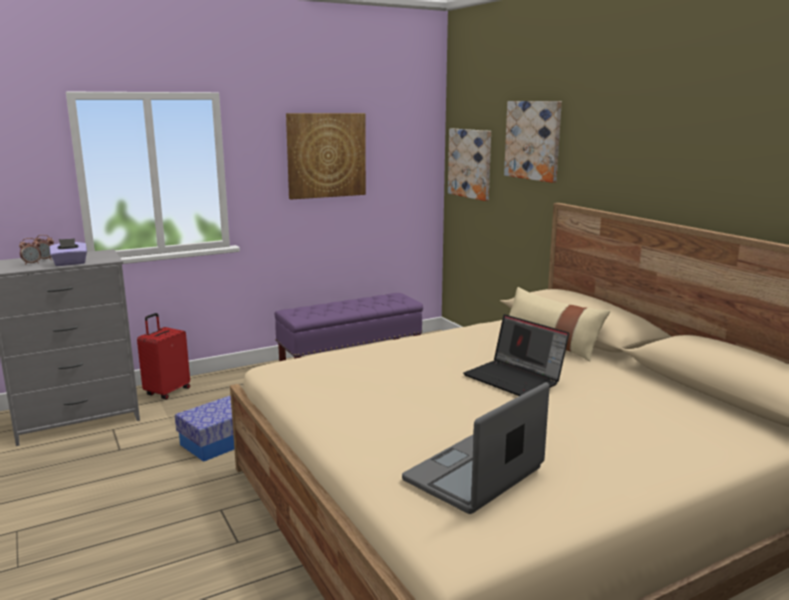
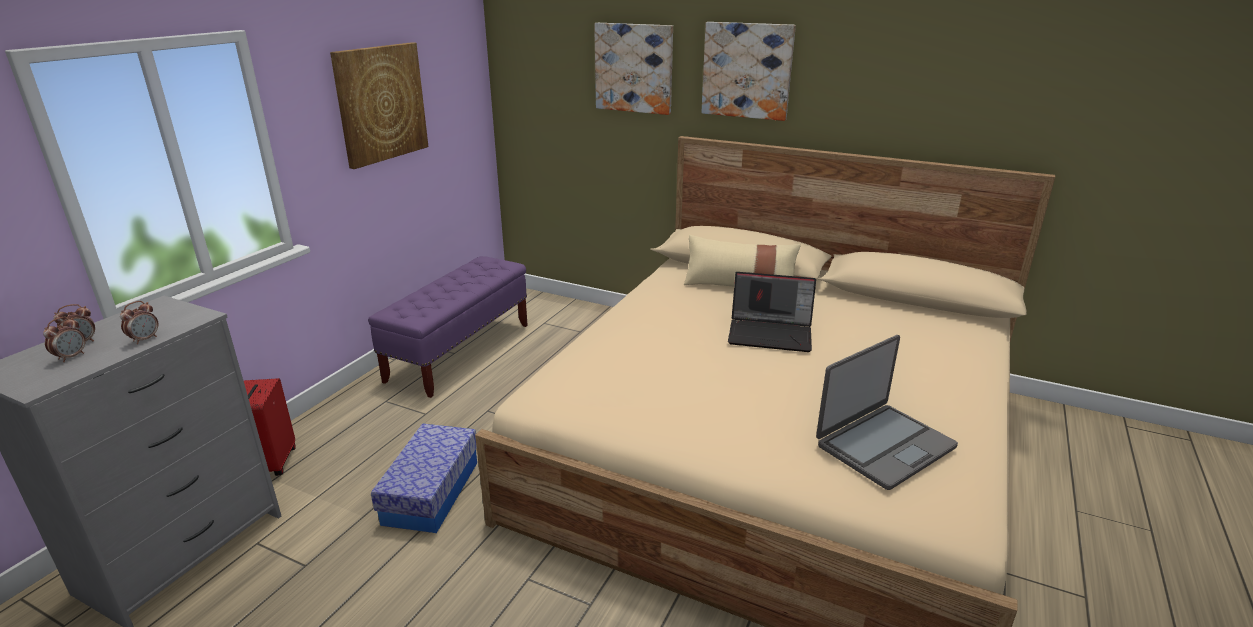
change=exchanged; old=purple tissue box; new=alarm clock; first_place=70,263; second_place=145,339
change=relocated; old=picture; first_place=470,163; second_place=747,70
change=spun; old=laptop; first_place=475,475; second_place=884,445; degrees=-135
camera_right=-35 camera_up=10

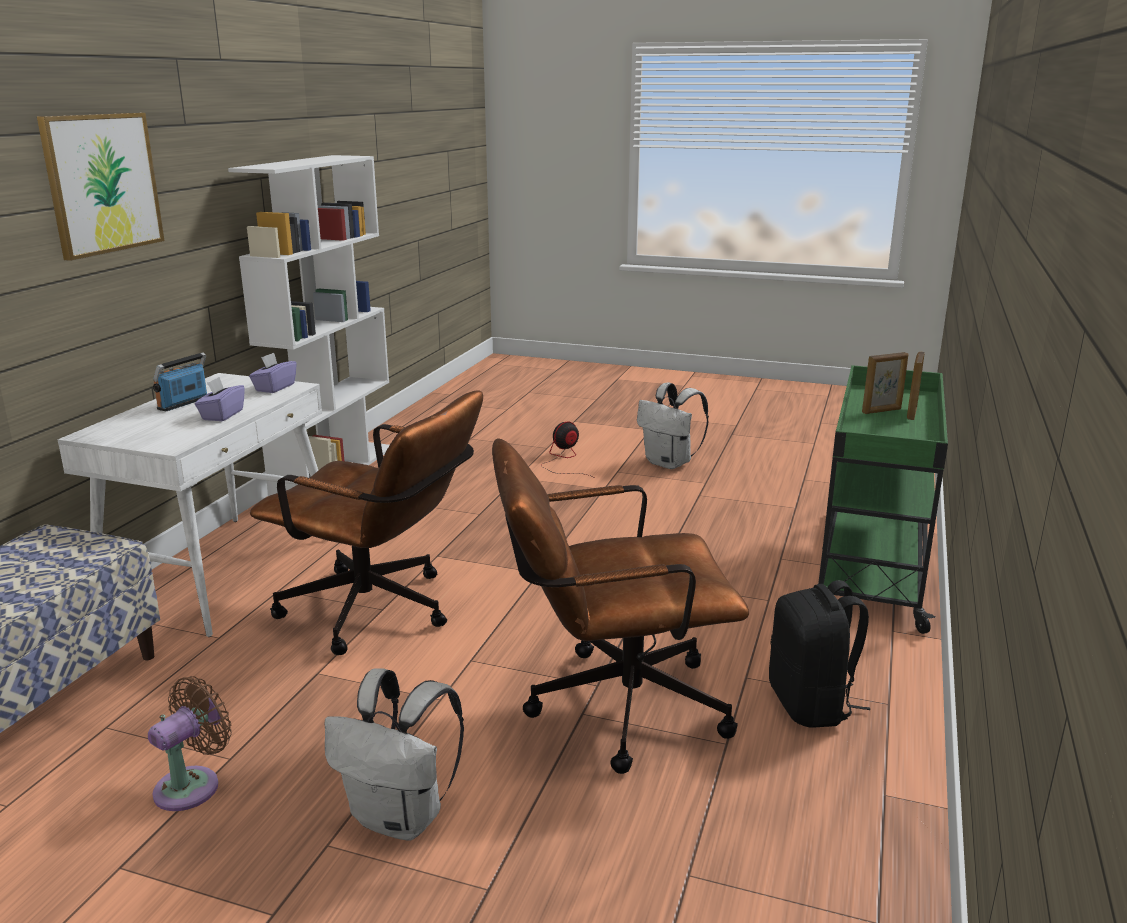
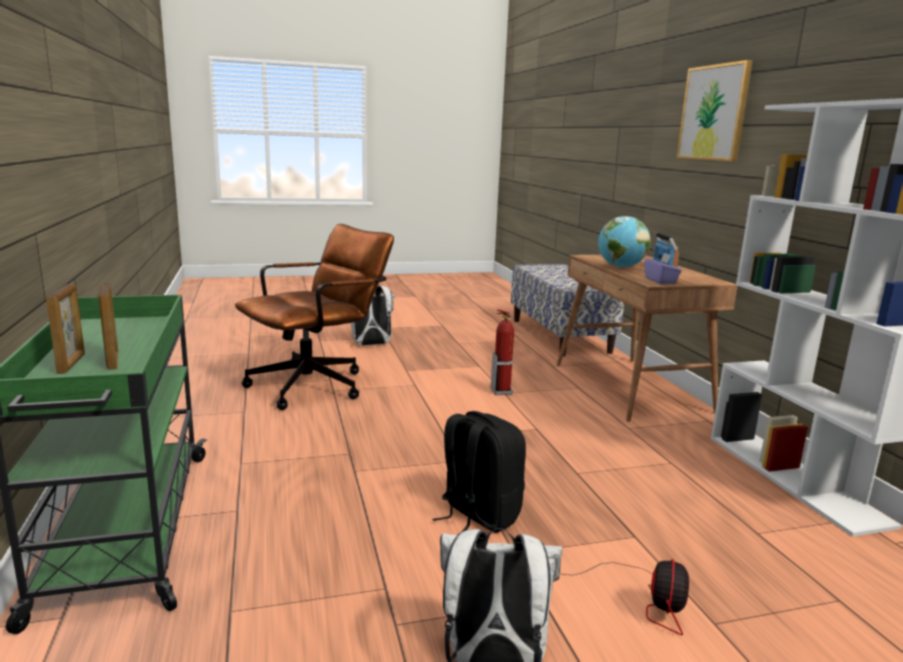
change=spun; old=picture frame; first_place=882,411; second_place=112,361; degrees=-60
change=relocated; old=black backpack; first_place=811,705; second_place=478,515
change=exchanged; old=brown office chair; new=fire extinguisher; first_place=380,613; second_place=501,391
change=colour; old=white desk; new=brown desk; first_place=224,571; second_place=631,388
change=exchanged; old=purple tissue box; new=globe; first_place=222,415; second_place=620,267
change=missing; old=brown fan; first_place=193,785
camera_right=145 camera_up=-5

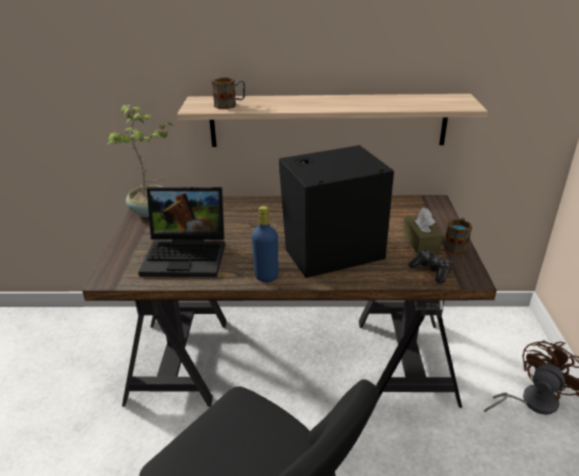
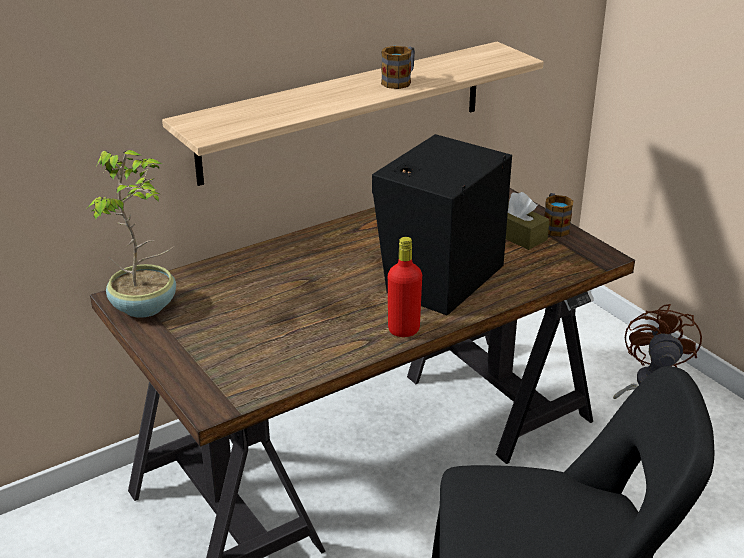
change=relocated; old=mug; first_place=230,105; second_place=400,81
change=colour; old=blue bottle; new=red bottle; first_place=266,277; second_place=403,330
change=missing; old=laptop; first_place=188,255
change=missing; old=game controller; first_place=431,271
camera_right=-35 camera_up=0

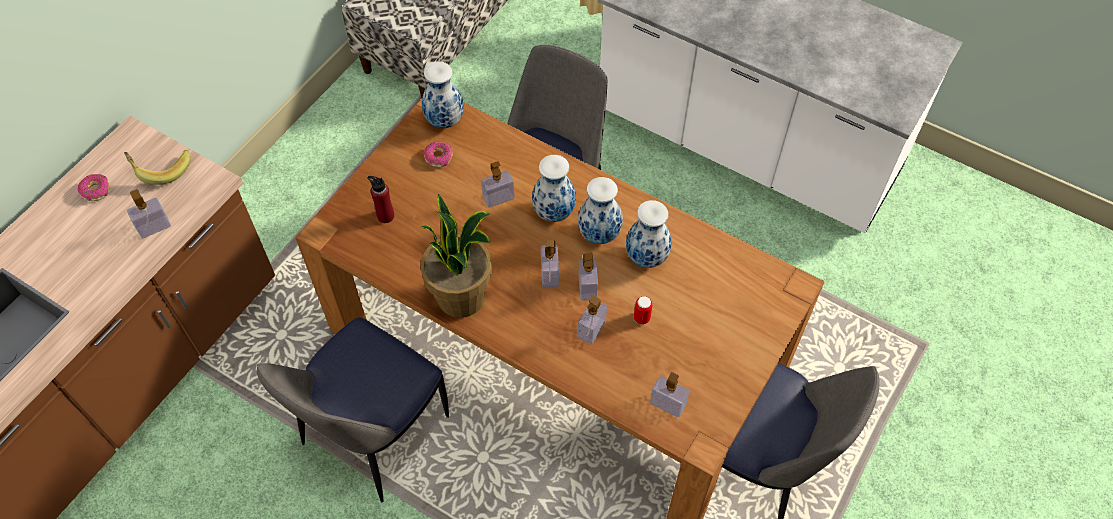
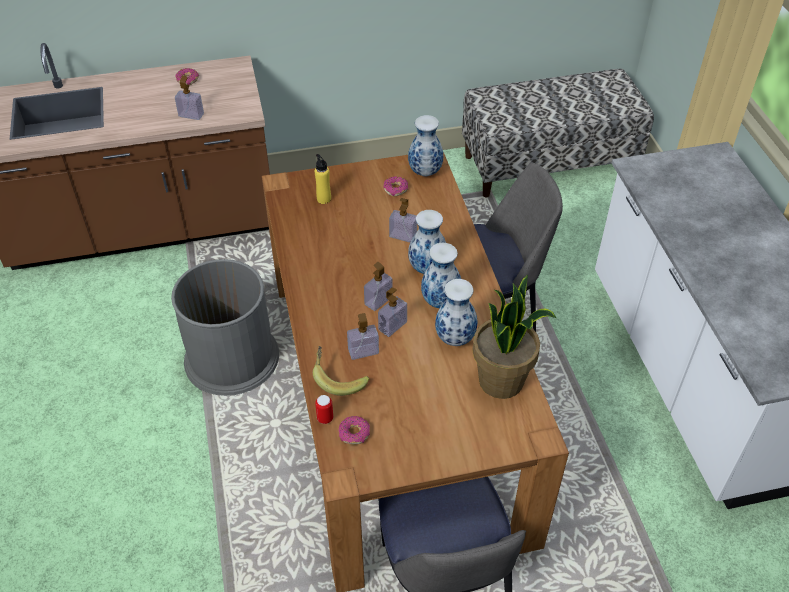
change=exchanged; old=chair; new=grey trash can; first_place=373,435; second_place=231,357
change=relocated; old=banana; first_place=161,169; second_place=339,378
change=colour; old=red bottle; new=yellow bottle; first_place=385,216; second_place=324,199
change=relocated; old=can; first_place=641,318; second_place=325,418
change=exchanged; old=soap dispenser; new=donut; first_place=667,404; second_place=354,434
change=relocated; old=potted plant; first_place=462,297; second_place=502,381
camera_right=45 camera_up=-10

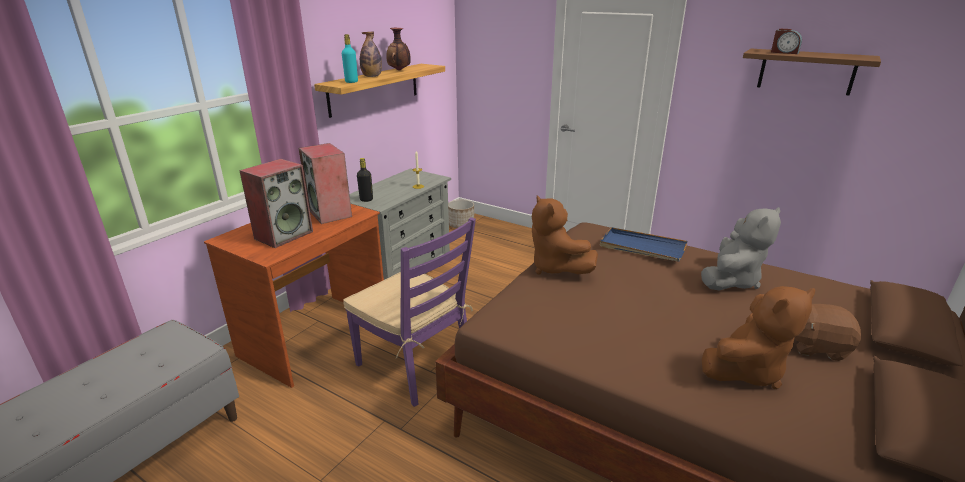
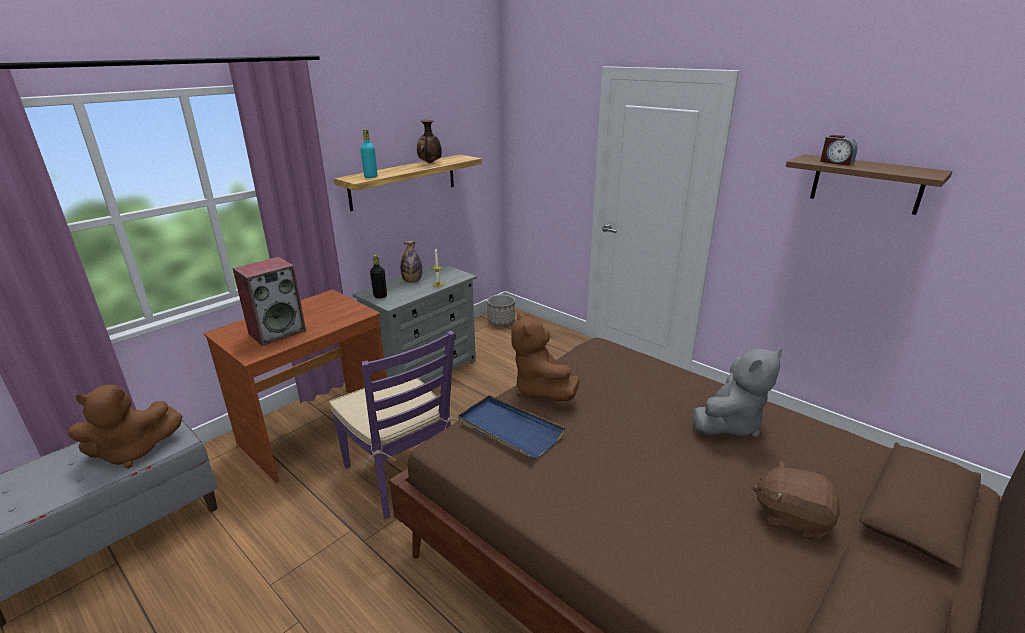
change=relocated; old=brown plush toy; first_place=746,370; second_place=133,452
change=relocated; old=bottle; first_place=372,76; second_place=412,281
change=relocated; old=blue tray; first_place=642,247; second_place=509,429
change=missing; old=speaker; first_place=330,213
camera_right=10 camera_up=0

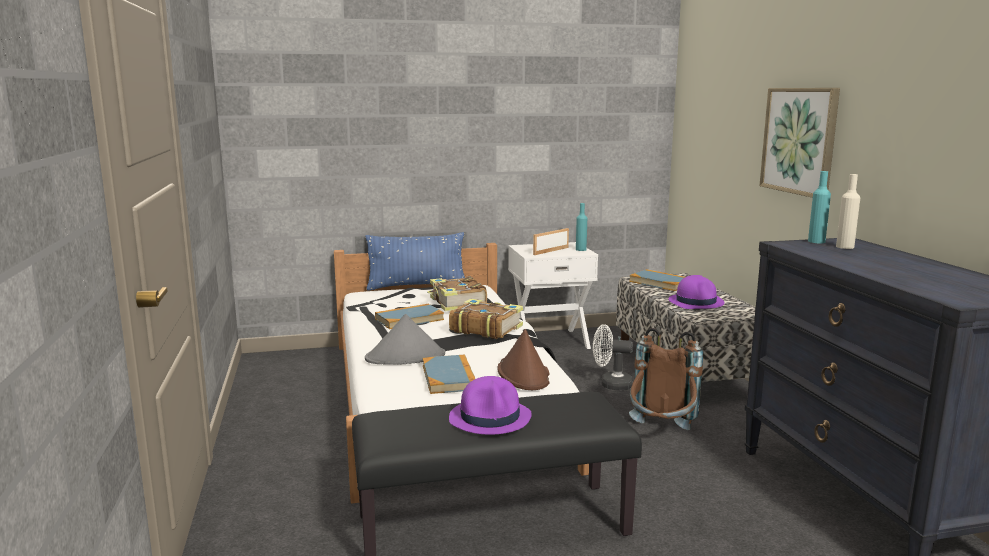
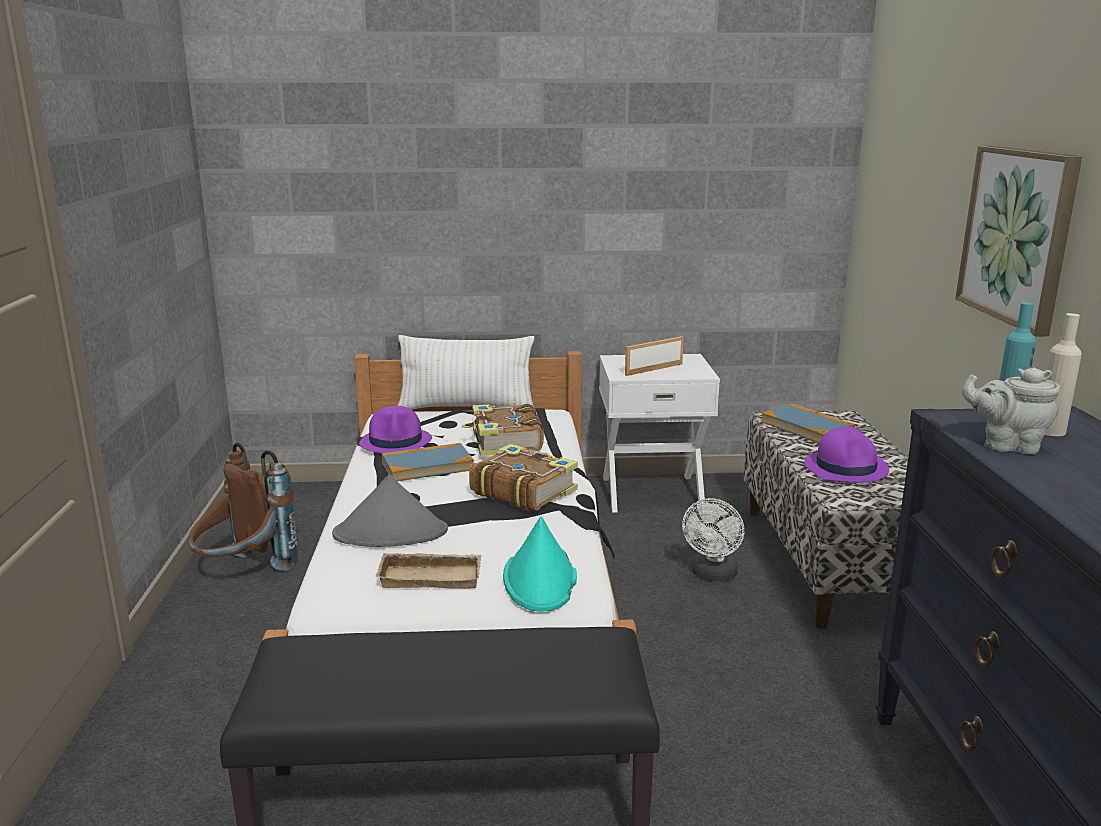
change=relocated; old=brown backpack; first_place=661,434; second_place=244,574
change=relocated; old=purple hat; first_place=490,418; second_place=396,442
change=exchanged; old=book; new=beige tray; first_place=449,377; second_place=432,576
change=colour; old=blue pillow; new=white pillow; first_place=417,286; second_place=467,409
change=colour; old=brown hat; new=turquoise hat; first_place=523,374; second_place=540,579
change=spun; old=white fan; first_place=611,384; second_place=713,575; degrees=-90
change=appeared; new=grey teapot; second_place=1006,445
change=missing; old=turquoise bottle; first_place=581,249
camera_right=10 camera_up=5

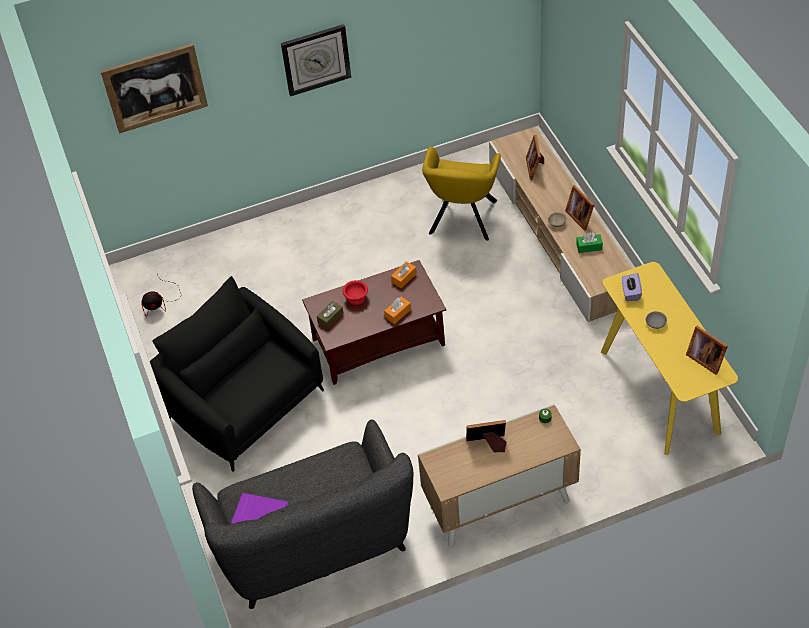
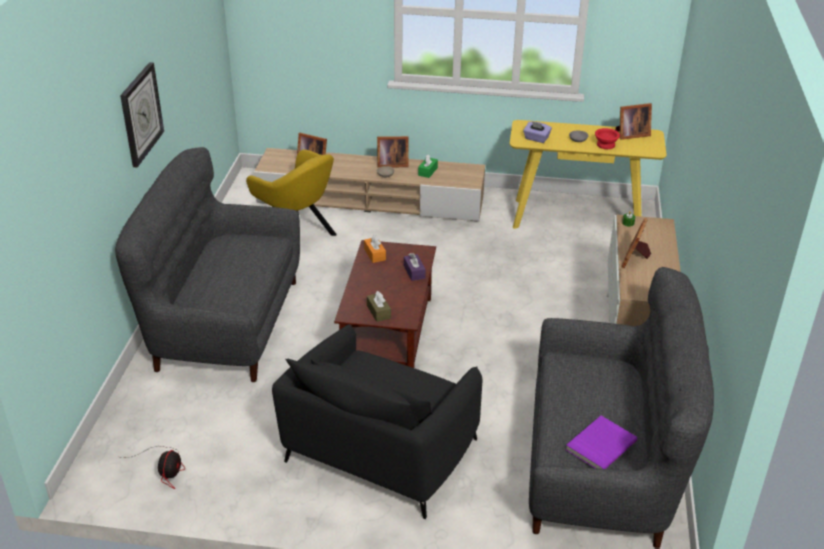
change=appeared; new=grey sofa; second_place=223,323
change=spun; old=black armchair; first_place=245,403; second_place=379,452; degrees=-45
change=colour; old=orange tissue box; new=purple tissue box; first_place=398,313; second_place=414,272
change=relocated; old=red bowl; first_place=355,297; second_place=605,145
change=missing; old=picture; first_place=155,88
camera_right=-65 camera_up=-15

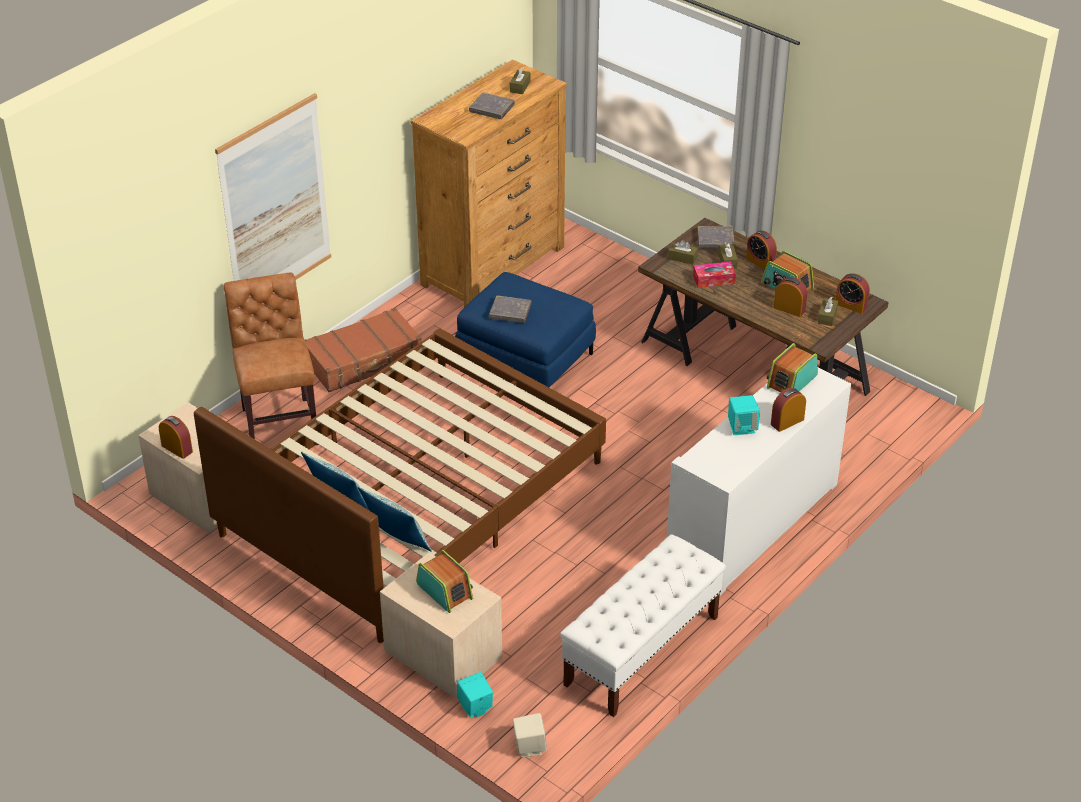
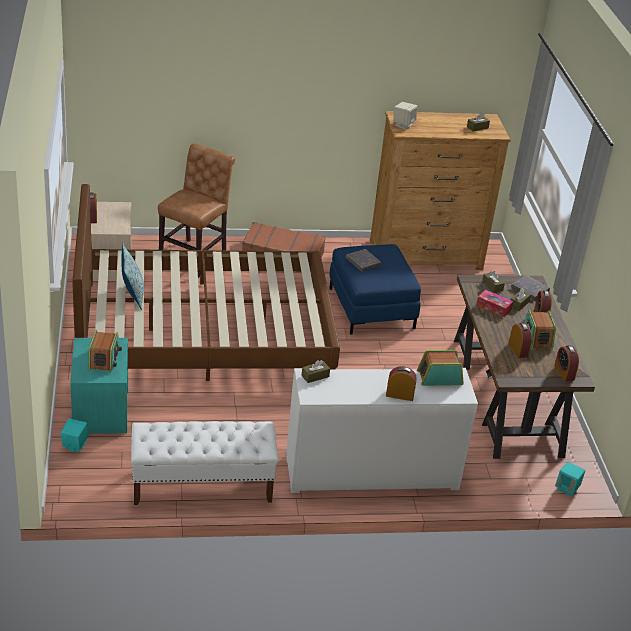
change=colour; old=beige nightstand; new=turquoise nightstand; first_place=442,653; second_place=101,409
change=relocated; old=brown tissue box; first_place=827,316; second_place=315,376
change=relocated; old=beige speaker; first_place=529,747; second_place=403,125
change=relocated; old=turquoise speaker; first_place=742,427; second_place=567,488
change=missing; old=picture; first_place=275,205
change=missing; old=pillow; first_place=396,542
change=missing; old=grey book; first_place=491,109
camera_right=40 camera_up=-5

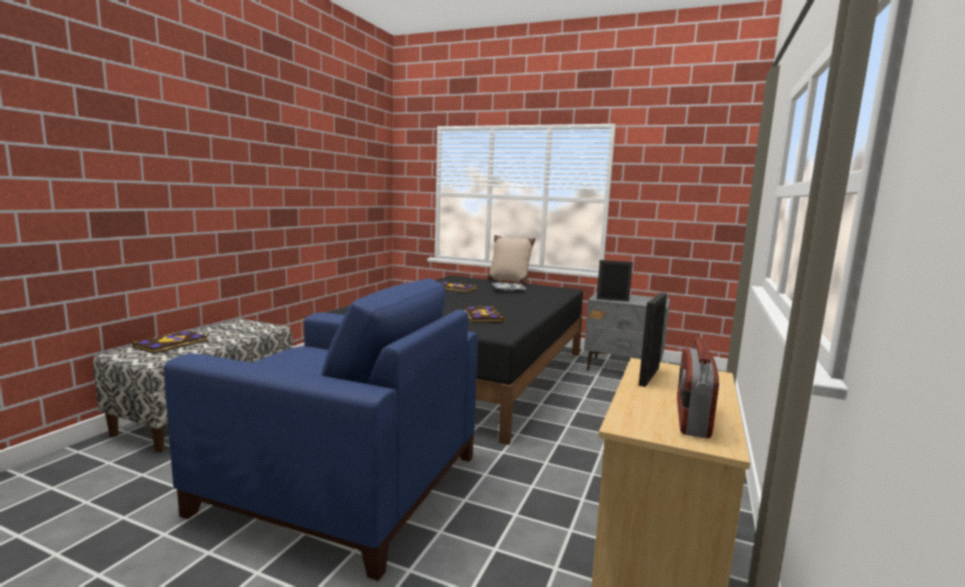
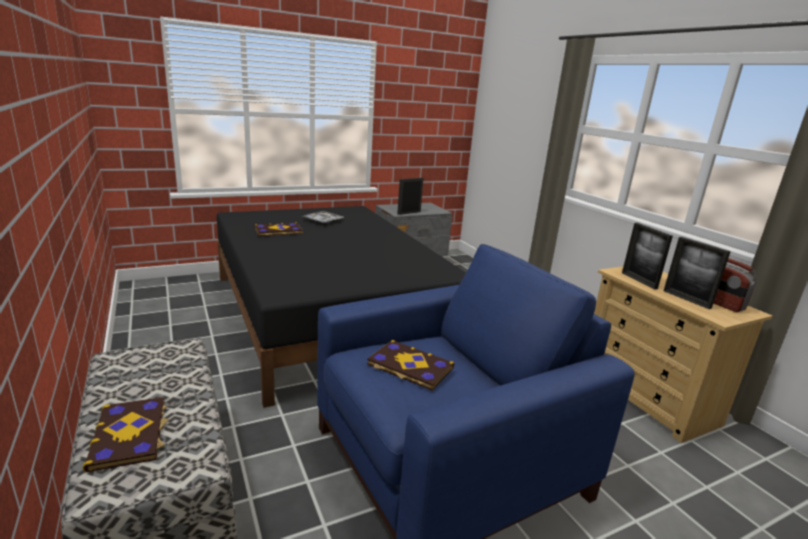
change=relocated; old=book; first_place=482,316; second_place=409,367
change=appeared; new=picture frame; second_place=686,299
change=missing; old=beige pillow; first_place=508,281
camera_right=-50 camera_up=10

